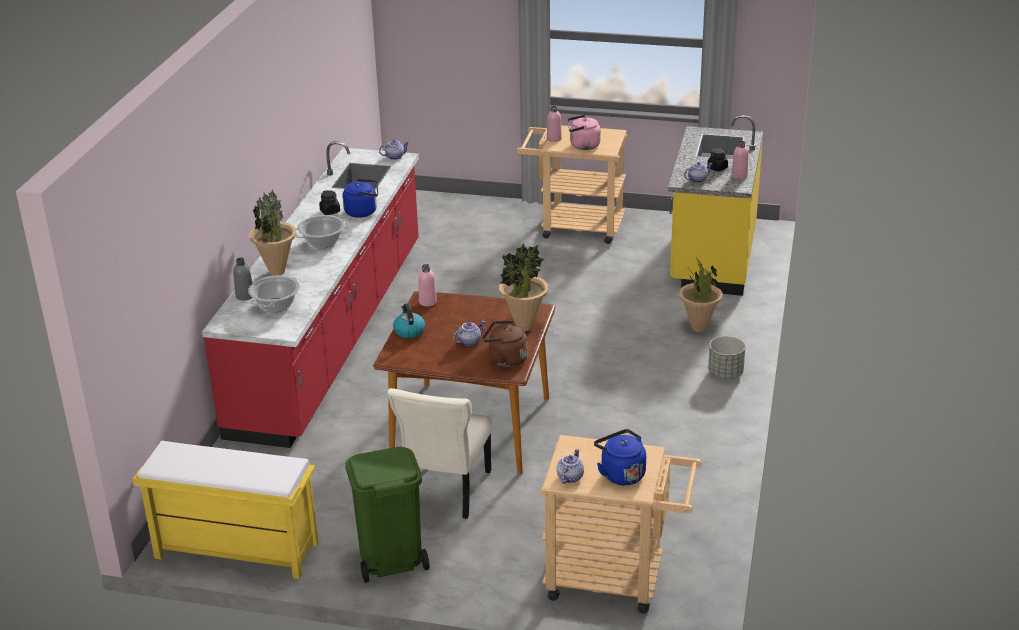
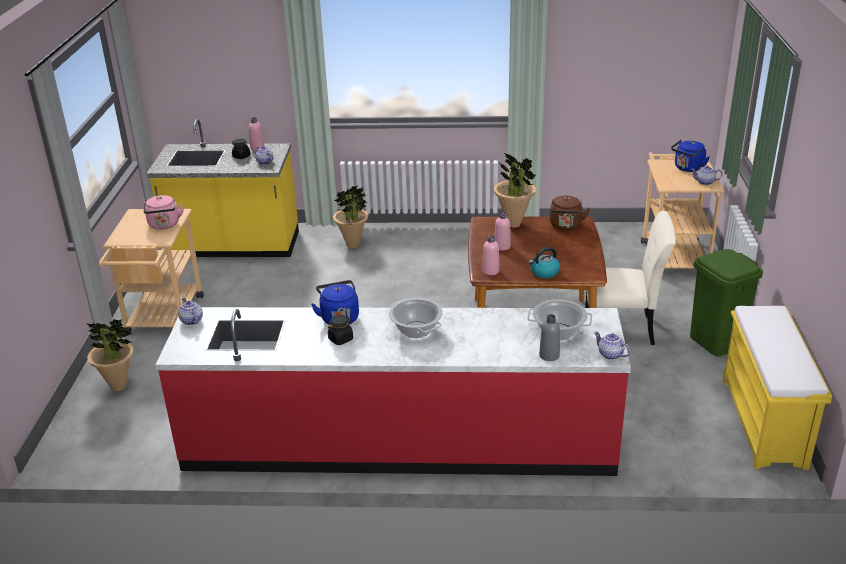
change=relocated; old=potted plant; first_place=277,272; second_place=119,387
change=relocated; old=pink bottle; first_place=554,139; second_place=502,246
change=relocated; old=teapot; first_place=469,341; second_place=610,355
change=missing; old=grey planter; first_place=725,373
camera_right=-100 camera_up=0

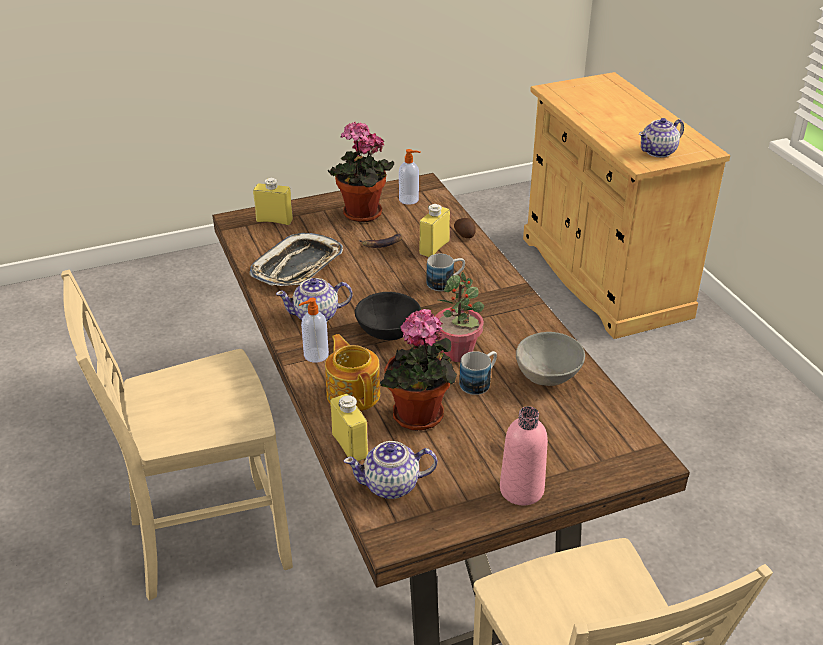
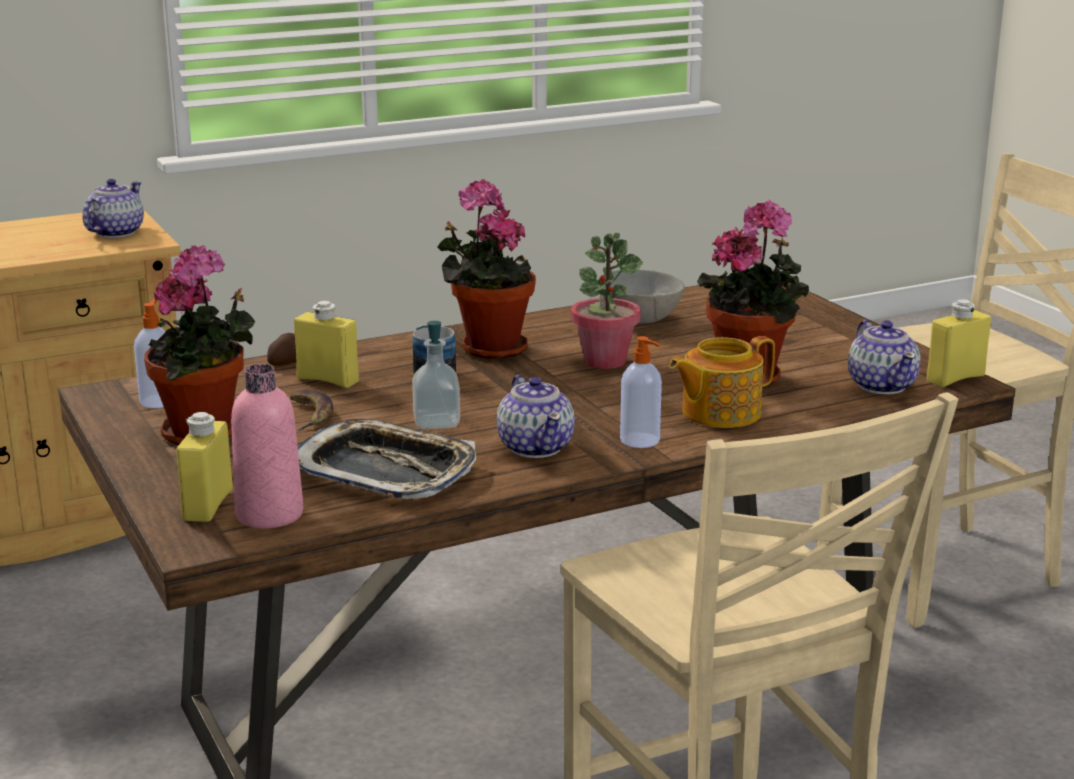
change=spun; old=teapot; first_place=659,152; second_place=115,233; degrees=-120
change=relocated; old=pink bottle; first_place=521,490; second_place=269,514
change=appeared; new=soap dispenser; second_place=436,422
change=appeared; new=potted plant; second_place=488,348
change=relocated; old=yellow bottle; first_place=350,446; second_place=955,378
change=missing; old=black bowl; first_place=388,334
change=missing; old=mug; first_place=479,382
camera_right=-95 camera_up=-15

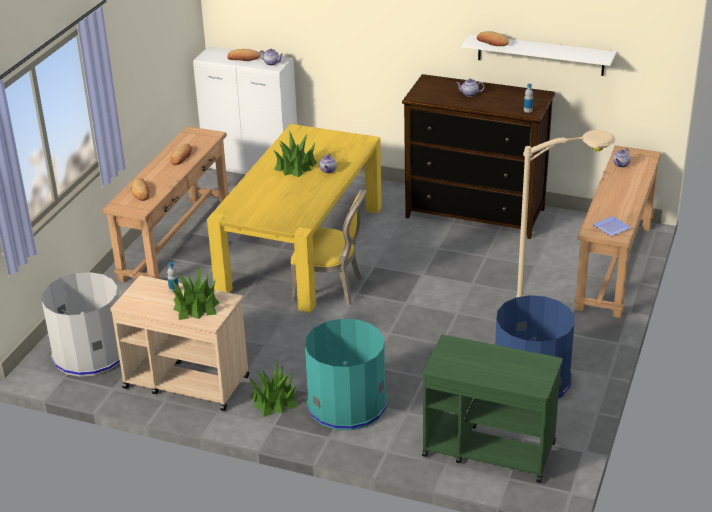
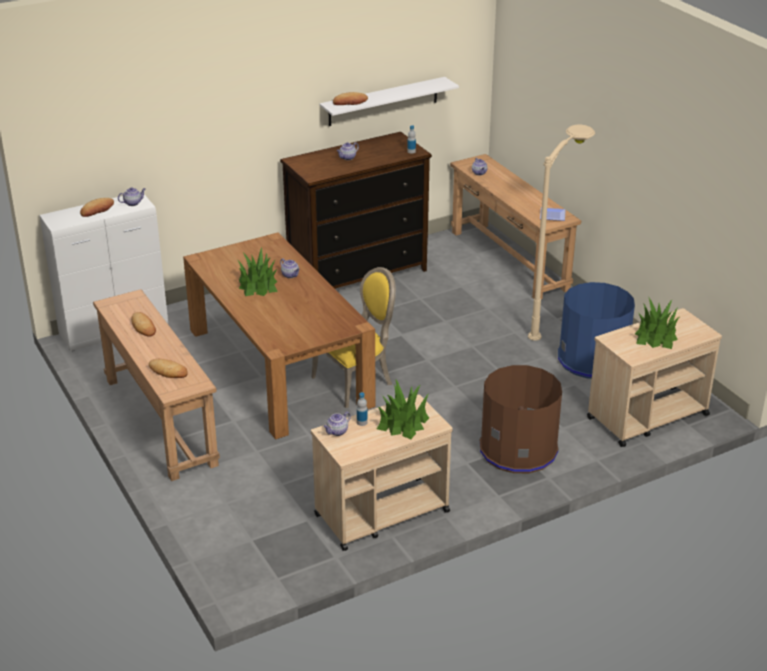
change=colour; old=yellow dining table; new=brown dining table; first_place=302,248; second_place=278,367
change=appeared; new=teapot; second_place=337,432
change=colour; old=turquoise trash can; new=brown trash can; first_place=347,404; second_place=518,449
change=colour; old=green cart; new=beige cart; first_place=488,449; second_place=646,416
change=relocated; old=potted plant; first_place=274,401; second_place=656,336
change=missing; old=grey trash can; first_place=90,353
camera_right=-50 camera_up=0

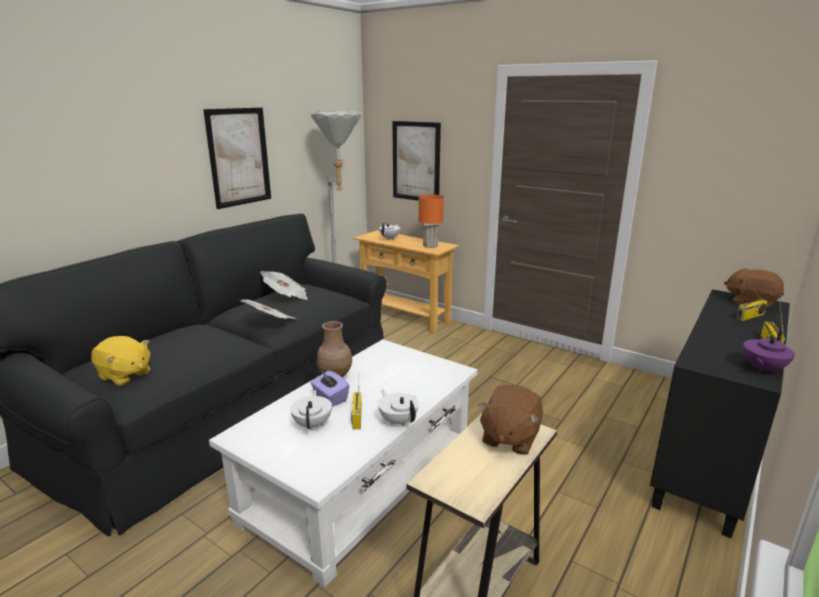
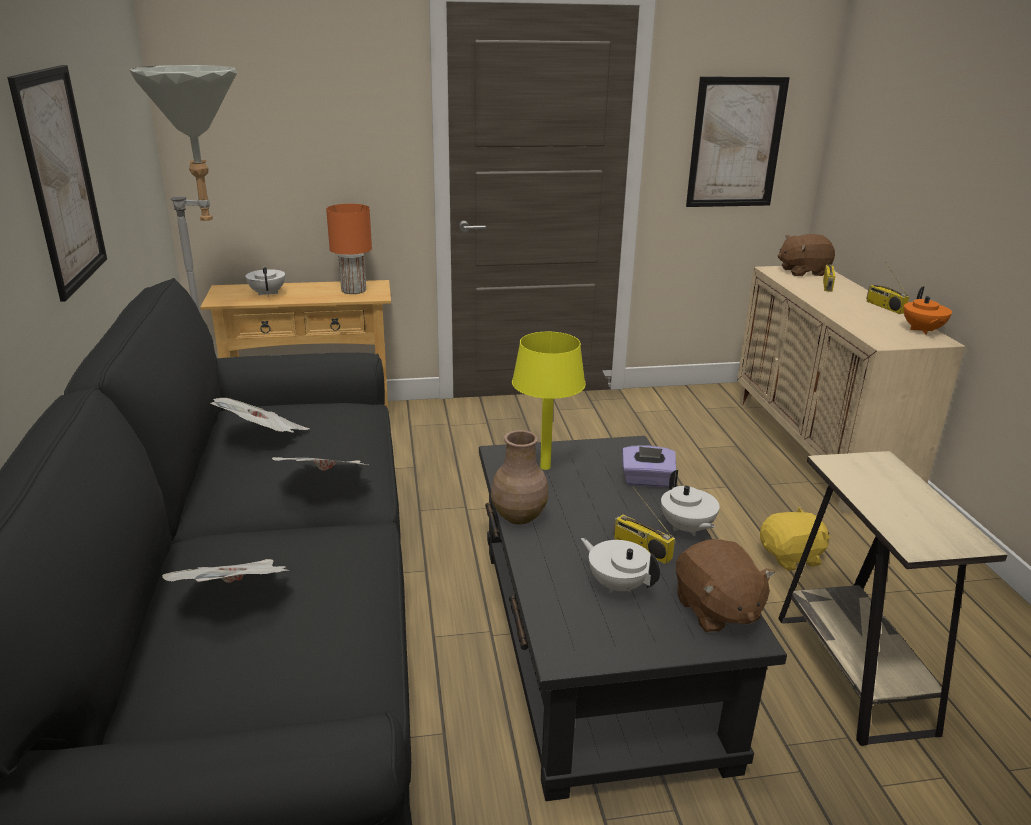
change=appeared; new=newspaper; second_place=236,596
change=colour; old=white coffee table; new=black coffee table; first_place=362,479; second_place=596,645
change=appeared; new=yellow table lamp; second_place=546,467
change=relocated; old=purple tissue box; first_place=330,398; second_place=647,480
change=spun; old=white teapot; first_place=398,420; second_place=686,528; degrees=-120
change=relocated; old=brown plush toy; first_place=509,438; second_place=716,610
change=relocated; old=picture; first_place=416,161; second_place=735,143
change=colour; old=black cabinet; new=beige cabinet; first_place=708,460; second_place=818,450
change=relocated; old=yellow plush toy; first_place=125,375; second_place=791,557
change=colour; old=purple teapot; new=orange teapot; first_place=762,369; second_place=922,330
camera_right=-45 camera_up=5

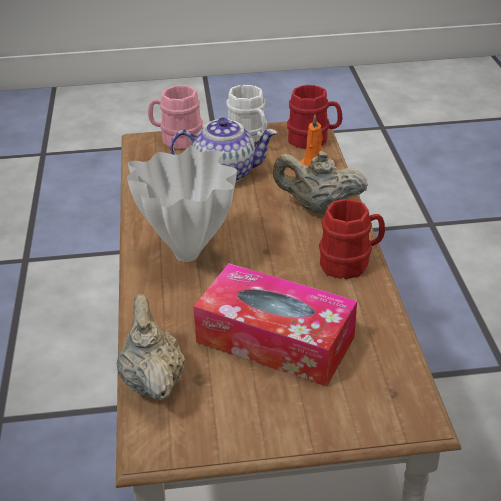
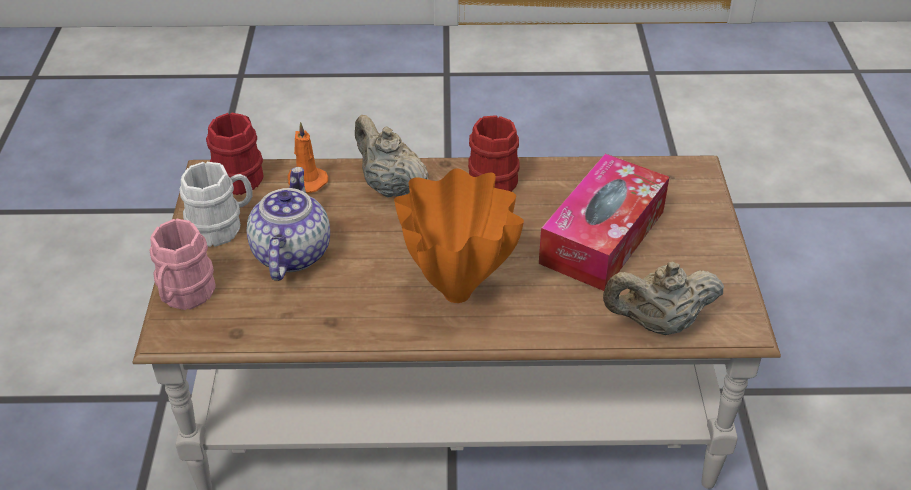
change=spun; old=beige teapot; first_place=318,208; second_place=390,186; degrees=120
change=colour; old=white vase; new=orange vase; first_place=189,255; second_place=458,291
camera_right=-85 camera_up=5

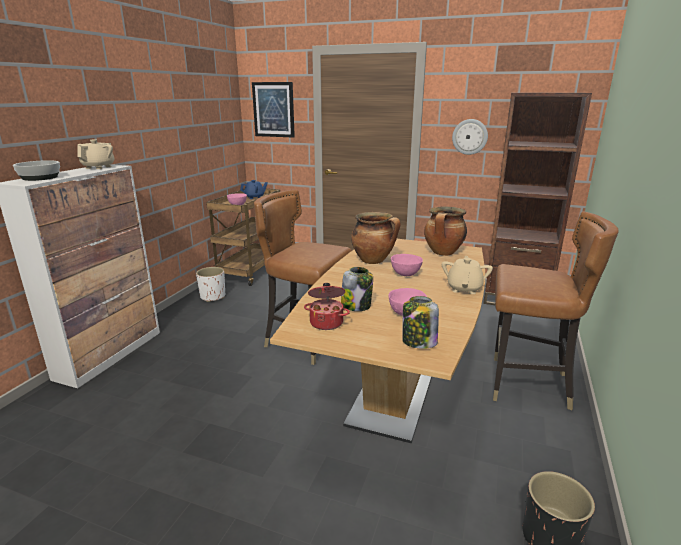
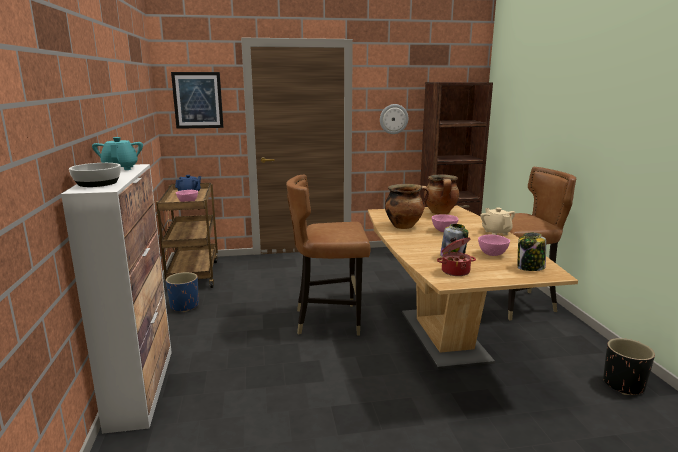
change=colour; old=beige teapot; new=turquoise teapot; first_place=99,167; second_place=121,168
change=colour; old=white planter; new=blue planter; first_place=212,296; second_place=184,306
camera_right=-30 camera_up=-5

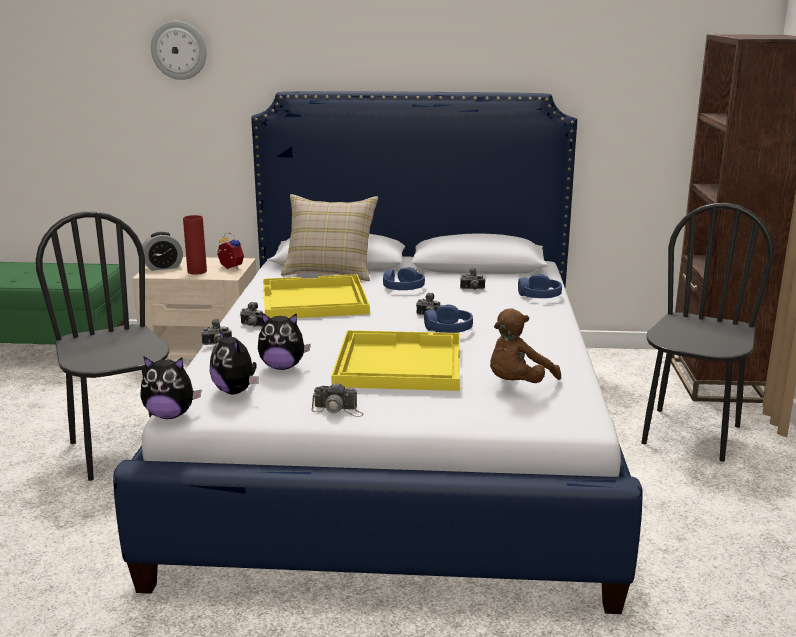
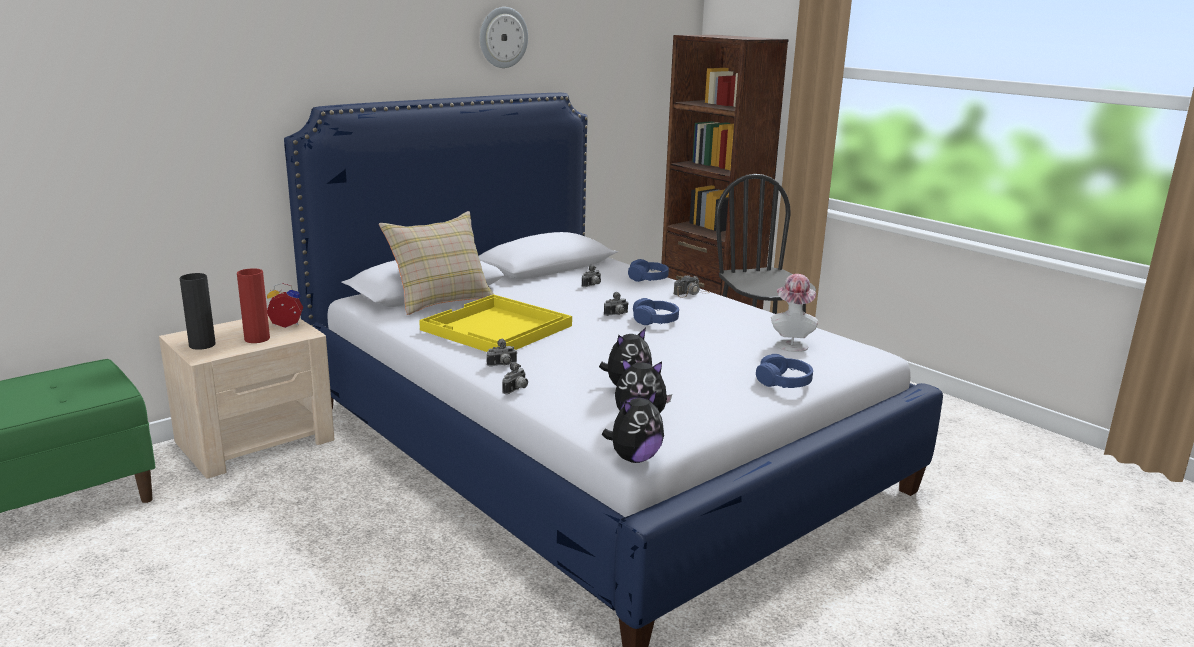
change=exchanged; old=alarm clock; new=black vase; first_place=163,267; second_place=202,345
change=relocated; old=wall clock; first_place=179,50; second_place=503,37
change=relocated; old=photo camera; first_place=338,410; second_place=691,293
change=relocated; old=blue headphones; first_place=403,288; second_place=784,381
change=exchanged; old=brown plush toy; new=hat; first_place=517,385; second_place=791,344
change=missing; old=black chair; first_place=122,451
change=missing; old=yellow tray; first_place=398,363
camera_right=-45 camera_up=0

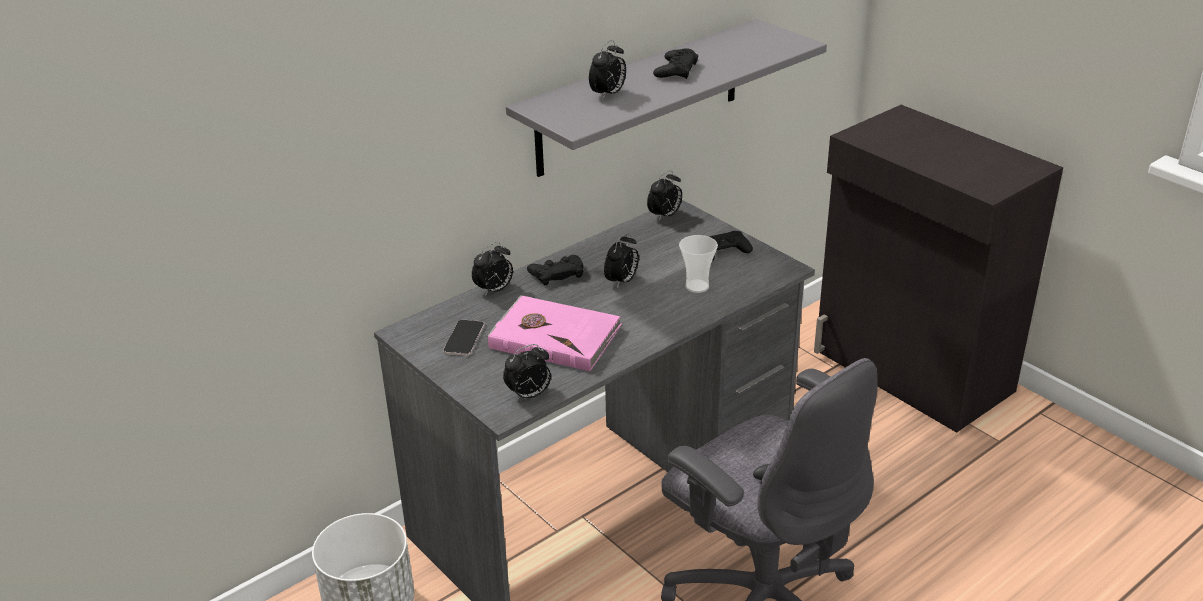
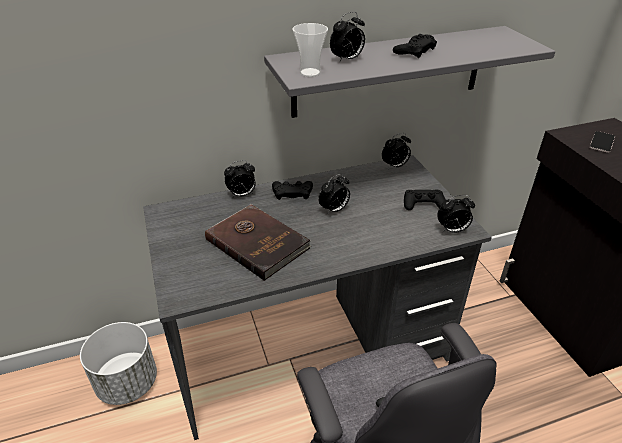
change=colour; old=pink book; new=brown book; first_place=554,336; second_place=258,242
change=relocated; old=cup; first_place=697,286; second_place=310,73
change=relocated; old=alarm clock; first_place=529,395; second_place=452,230
change=relocated; old=phone; first_place=464,338; second_place=602,142
camera_right=20 camera_up=5

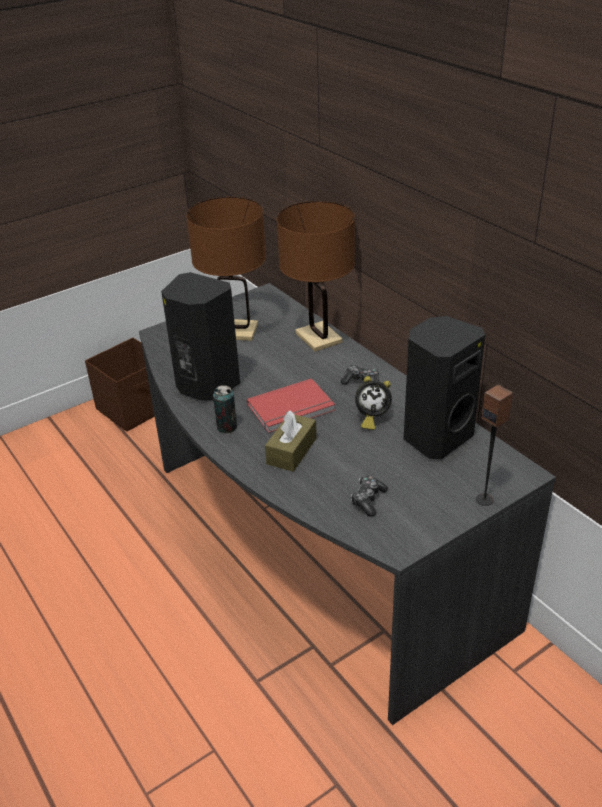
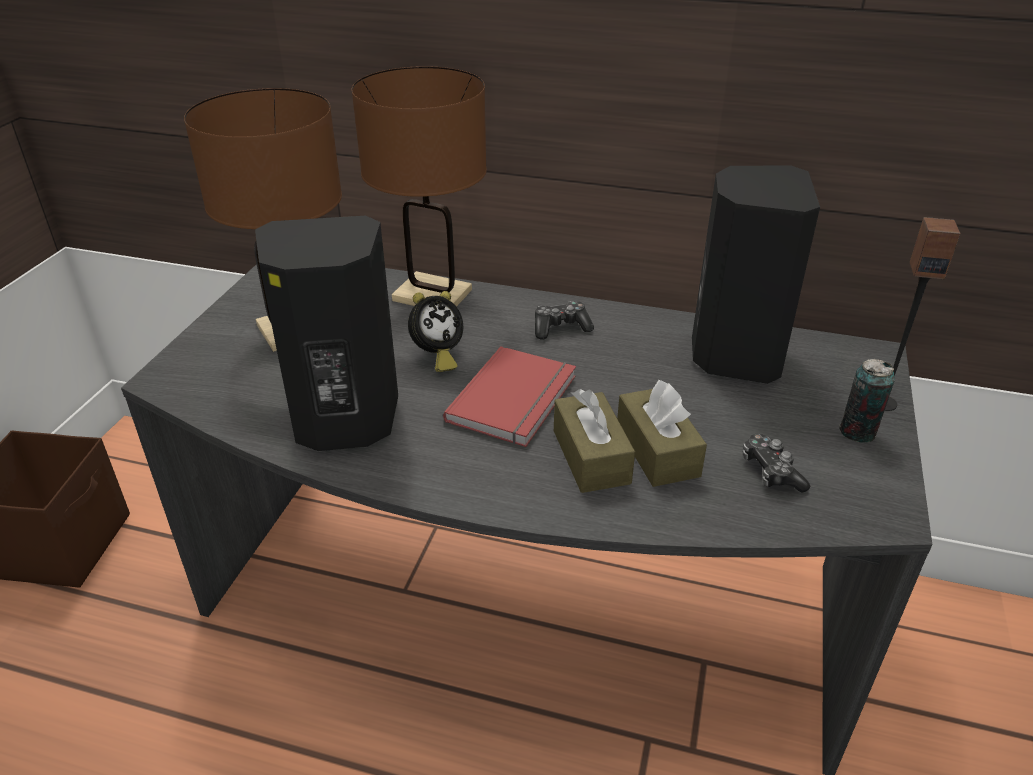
change=relocated; old=alarm clock; first_place=371,418; second_place=436,357
change=appeared; new=brown tissue box; second_place=657,451
change=relocated; old=can; first_place=226,427; second_place=857,432
camera_right=-40 camera_up=0

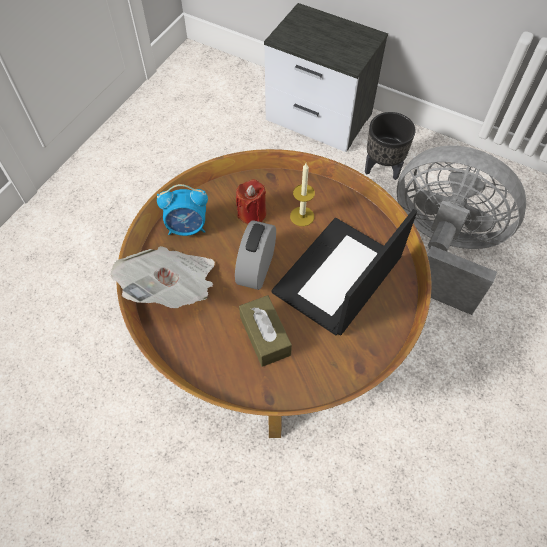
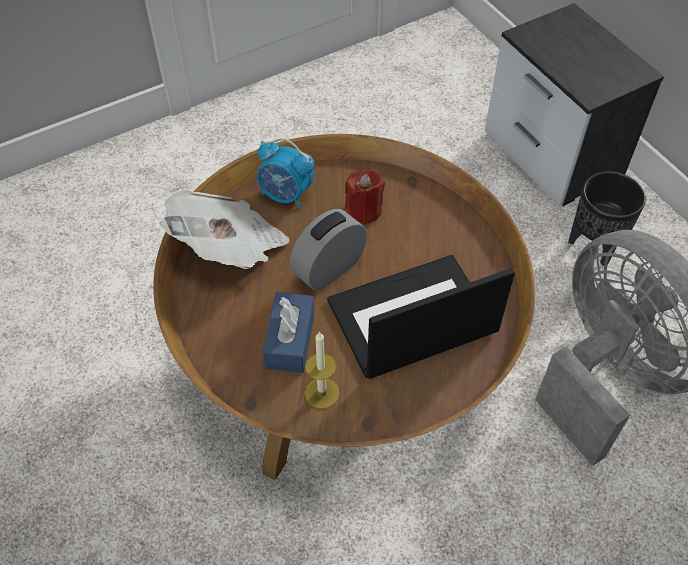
change=colour; old=brown tissue box; new=blue tissue box; first_place=265,336; second_place=290,340
change=relocated; old=candle; first_place=302,216; second_place=322,393
camera_right=30 camera_up=-5

